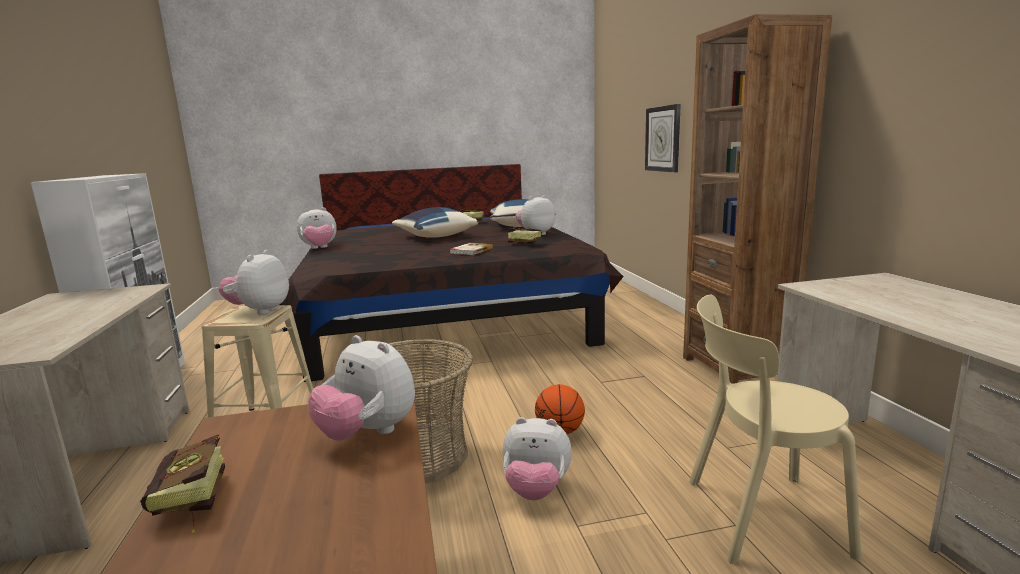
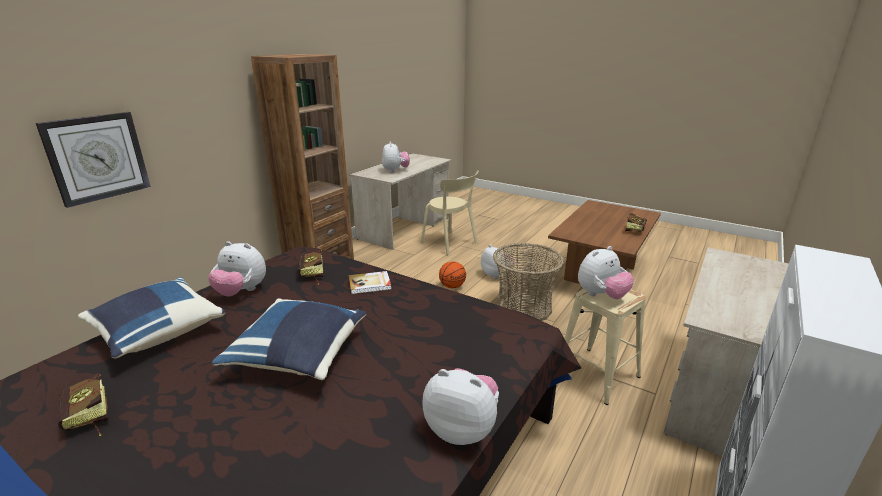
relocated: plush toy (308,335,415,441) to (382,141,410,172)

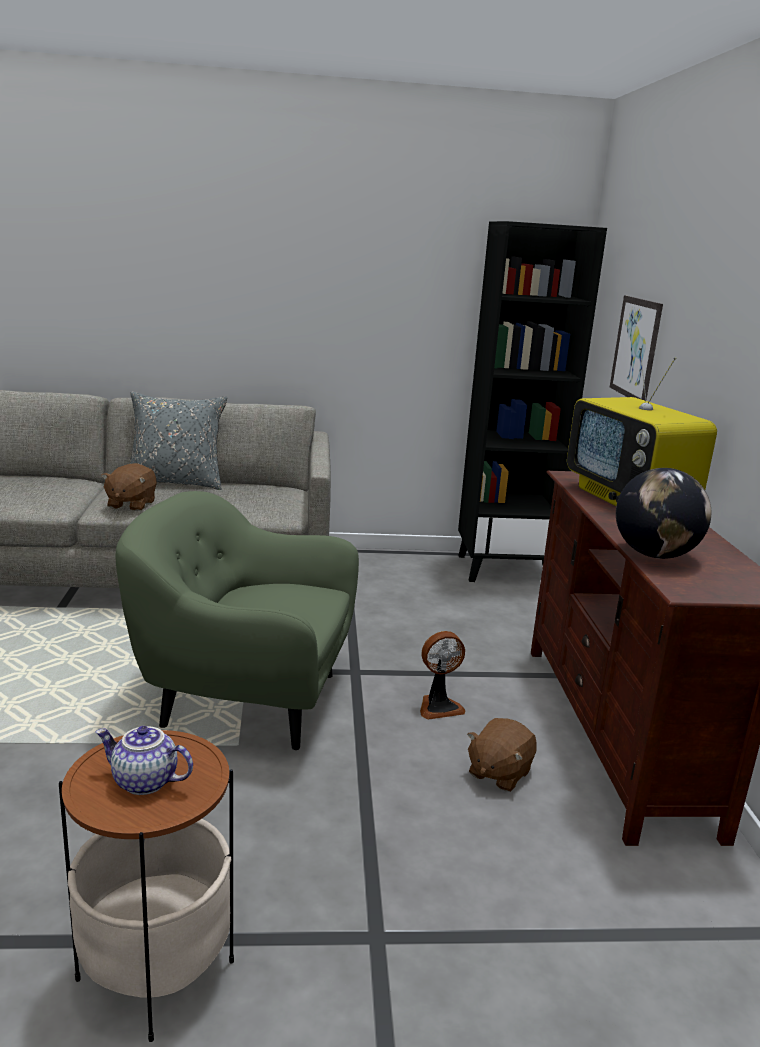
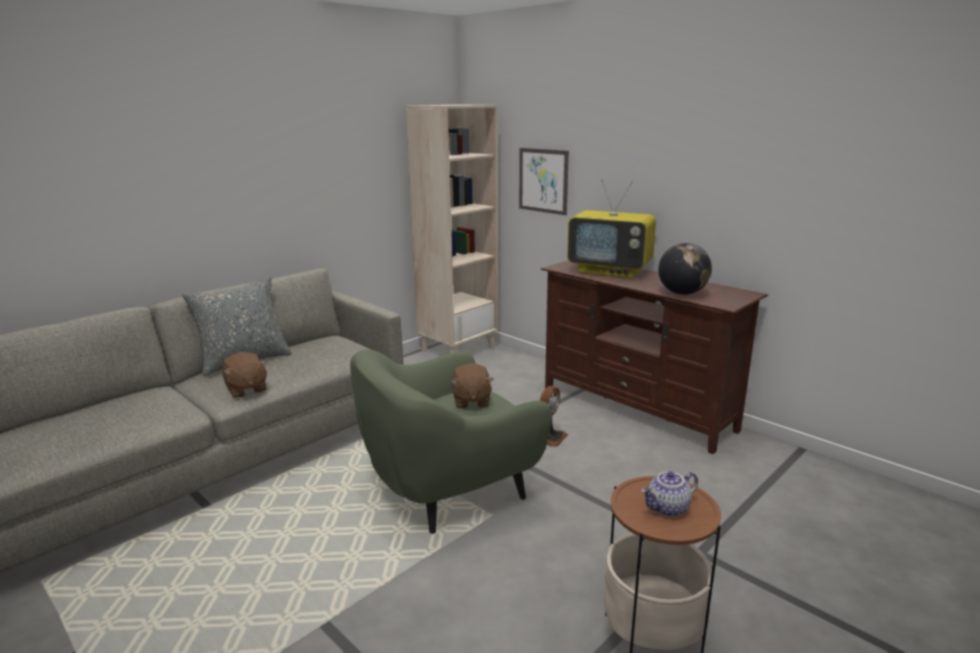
relocated: brown plush toy (467,718,537,792) to (450,363,494,409)
colour: black bookcase (458,221,607,582) to beige bookcase (405,105,498,353)

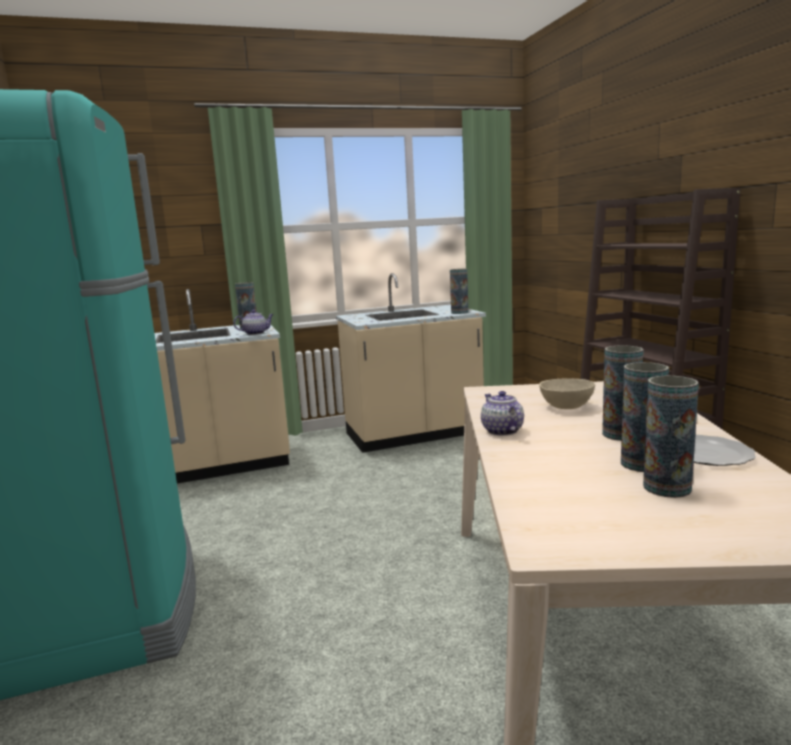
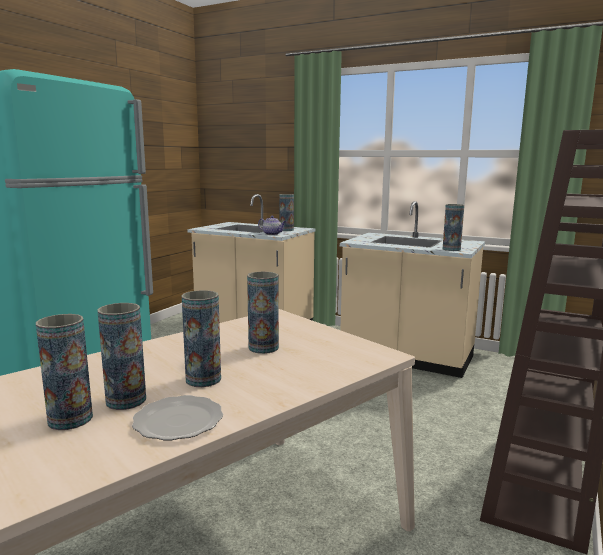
missing: teapot (481,391,524,436)
exchanged: beige bowl (539,378,595,409) to vase (247,272,279,354)

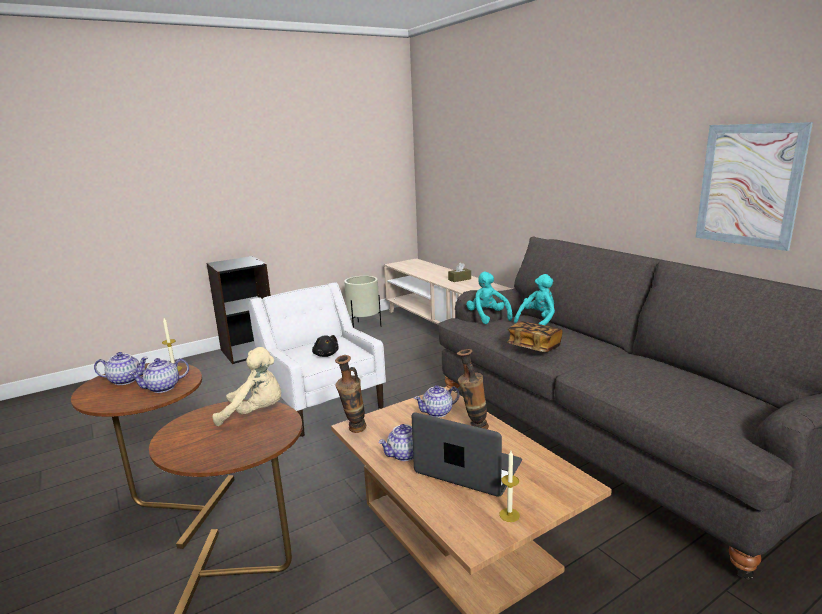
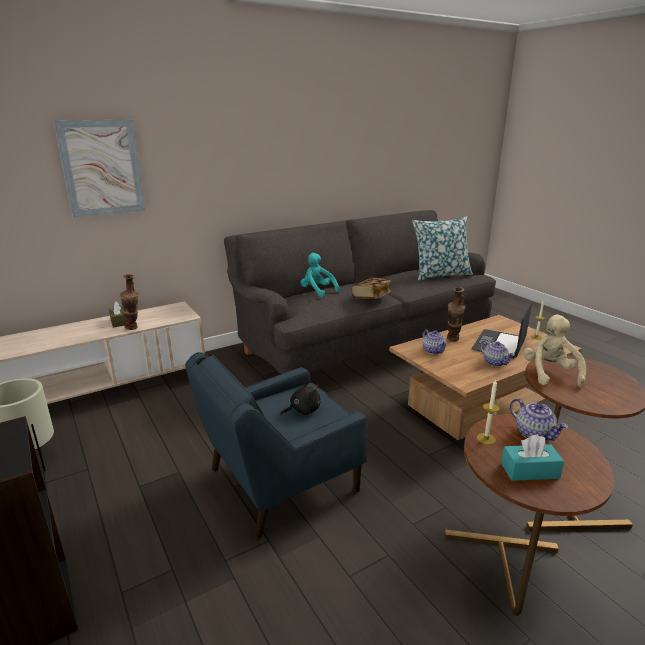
missing: turquoise plush toy (466,272,513,324)
appeared: pillow (412,216,473,280)
relocated: vase (335,355,366,433) to (120,274,139,330); picture (695,122,813,251) to (54,120,145,217)
exchanged: teapot (94,352,149,385) to turquoise tissue box (501,434,564,481)
colour: white armchair (248,282,386,437) to blue armchair (185,352,368,539)

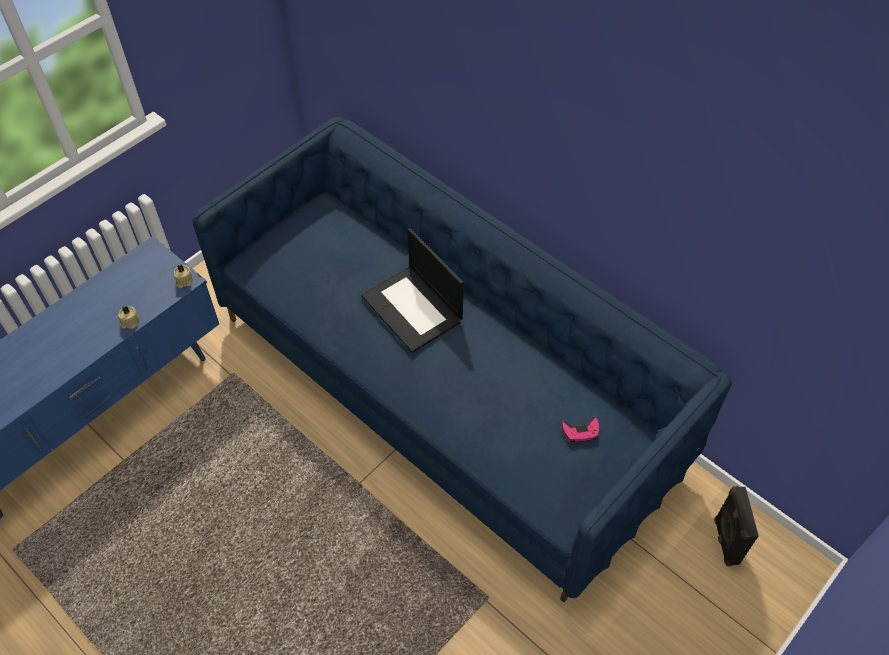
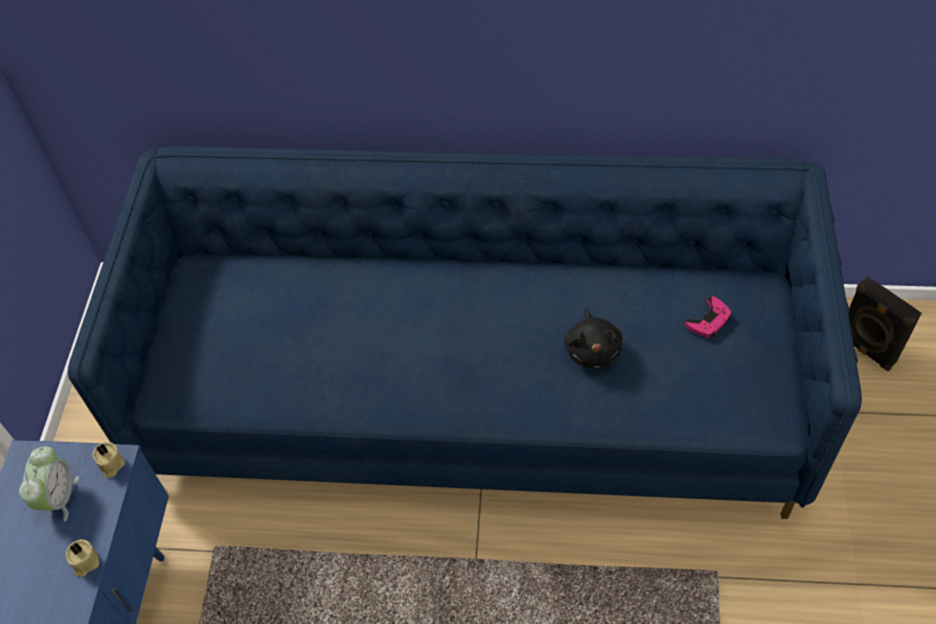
missing: laptop (361,228,464,353)
appeared: alarm clock (19,446,79,521); black plush toy (564,308,623,368)

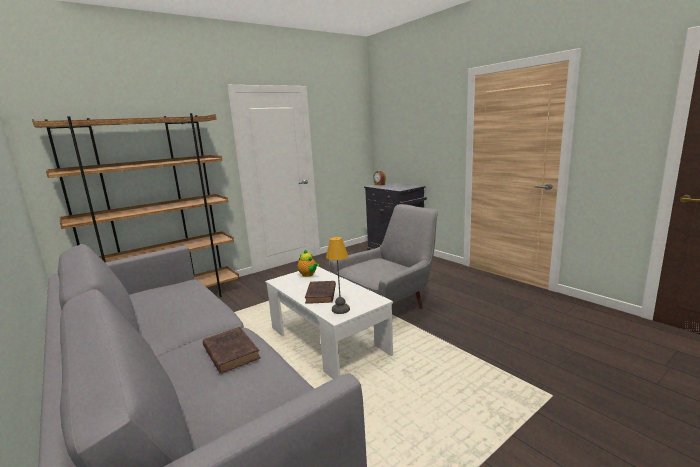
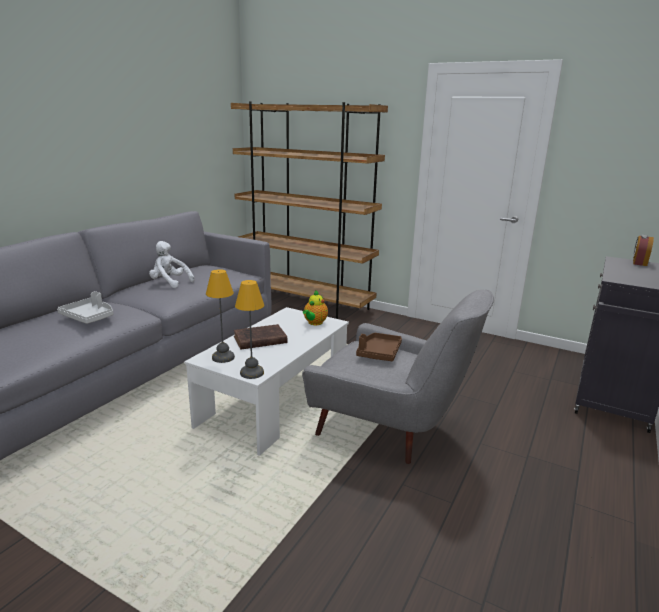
appeared: white plush toy (149,241,195,288); table lamp (235,280,265,379); brown tray (356,333,402,361)
exchanged: brown book (203,327,261,374) to grey tray (57,291,113,324)

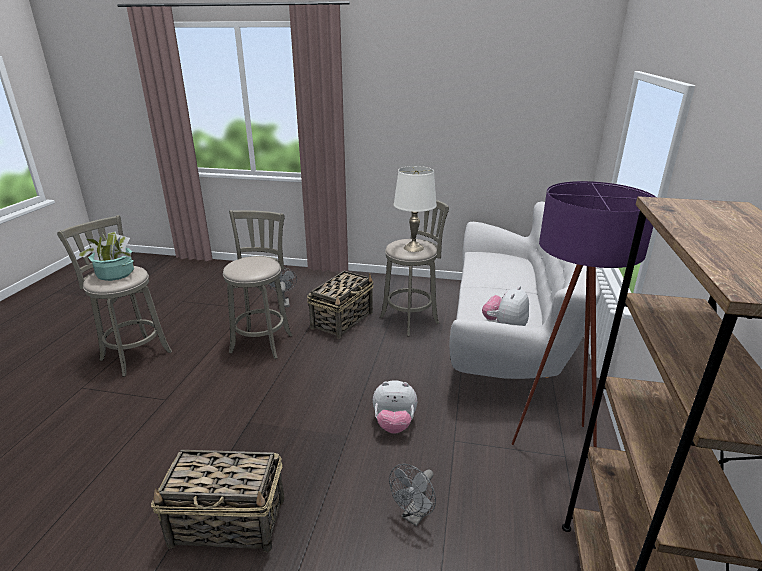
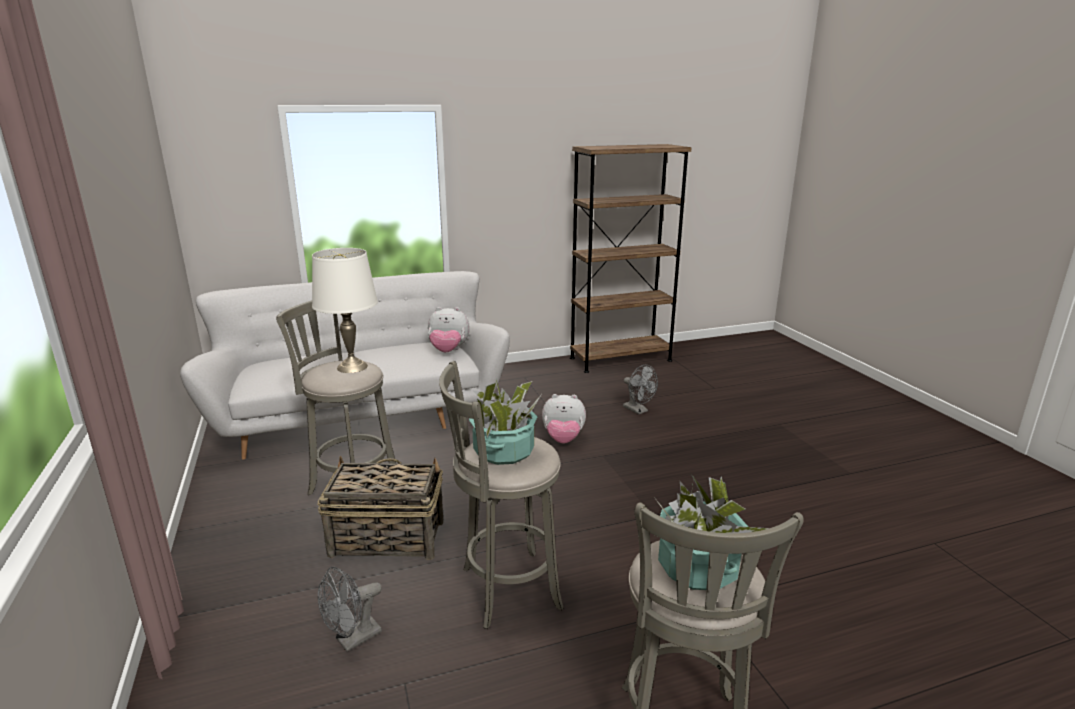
missing: basket (151,450,284,553); purple floor lamp (512,181,656,447)
appeared: potted plant (469,380,542,465)
spun: plush toy (373,380,417,434) = (542,394,586,444) 120 degrees clockwise; grey fan (389,464,436,527) = (623,365,658,415) 45 degrees clockwise

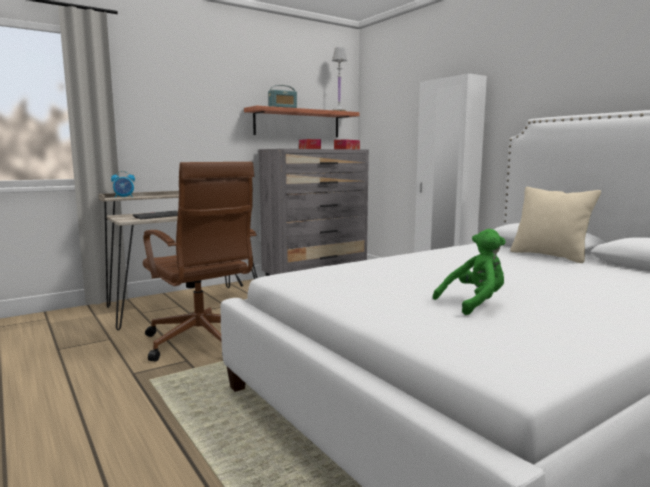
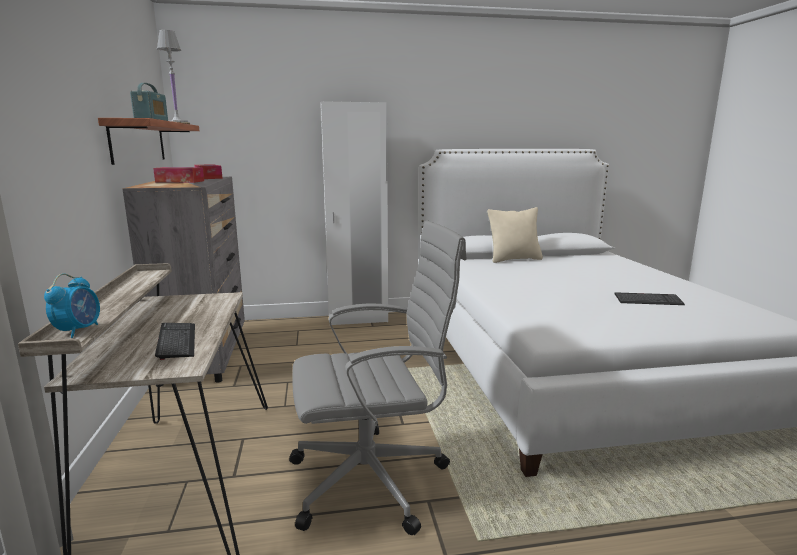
exchanged: green plush toy (433,229,506,315) to keyboard (614,292,685,305)
colour: brown office chair (143,162,256,362) to grey office chair (289,220,467,535)

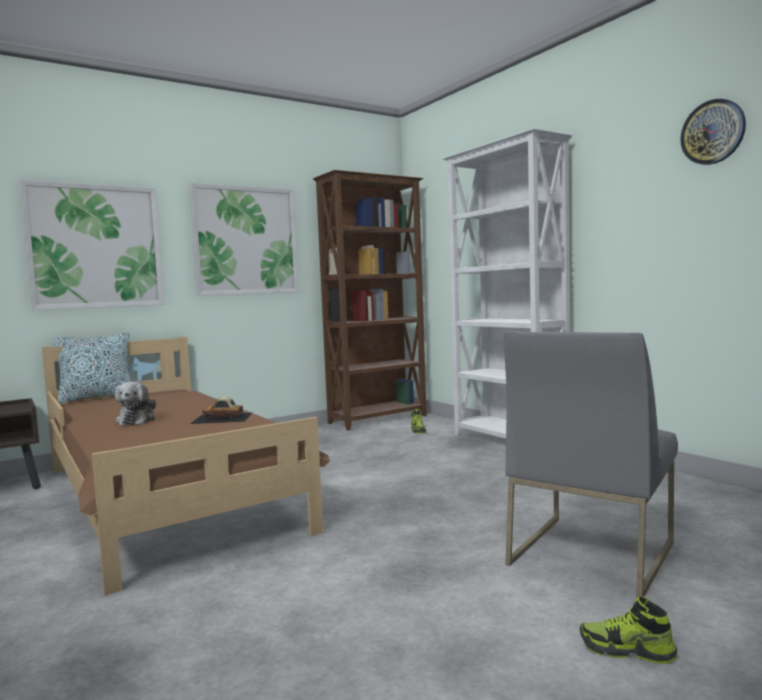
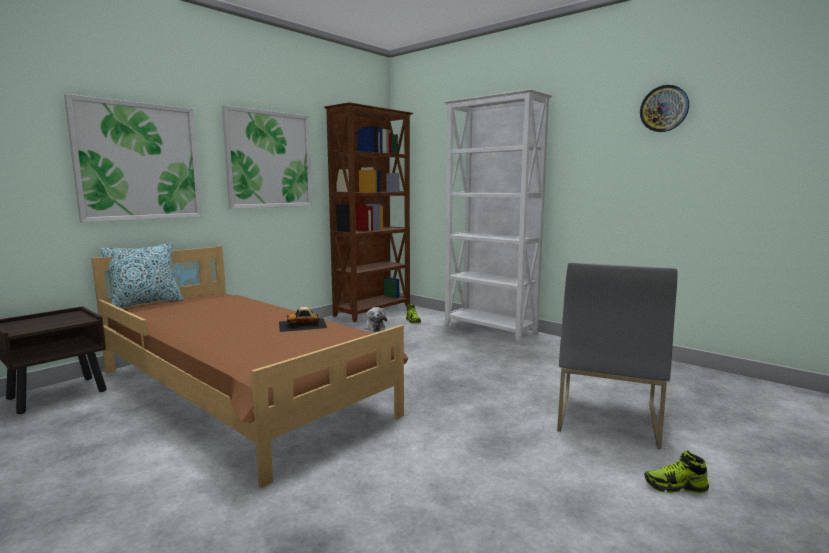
relocated: plush toy (115,382,156,425) to (364,307,387,332)

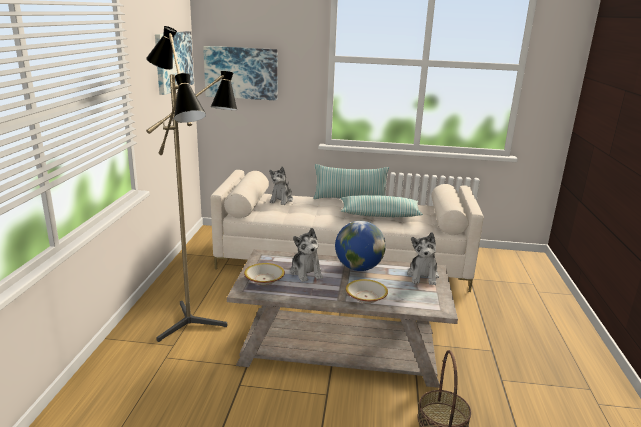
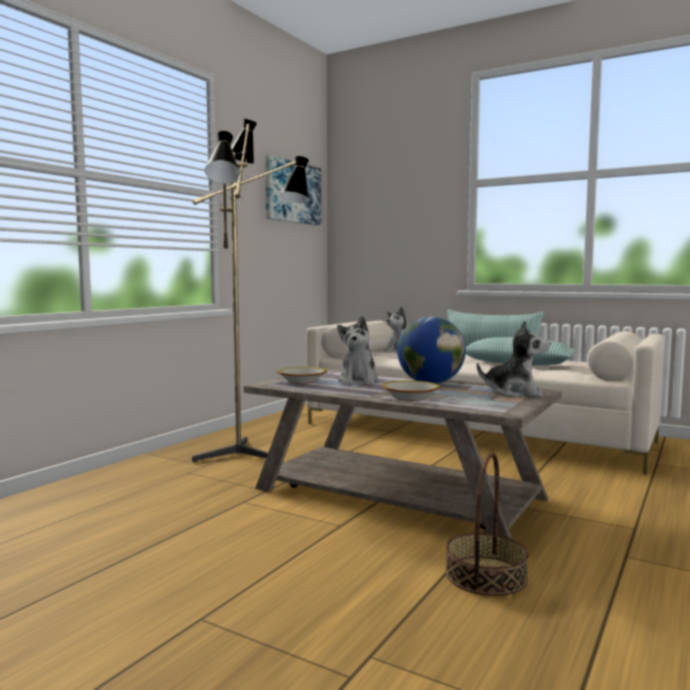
missing: picture (203,46,278,100)
spun: plush toy (407,232,439,285) = (477,320,550,397) 105 degrees counterclockwise

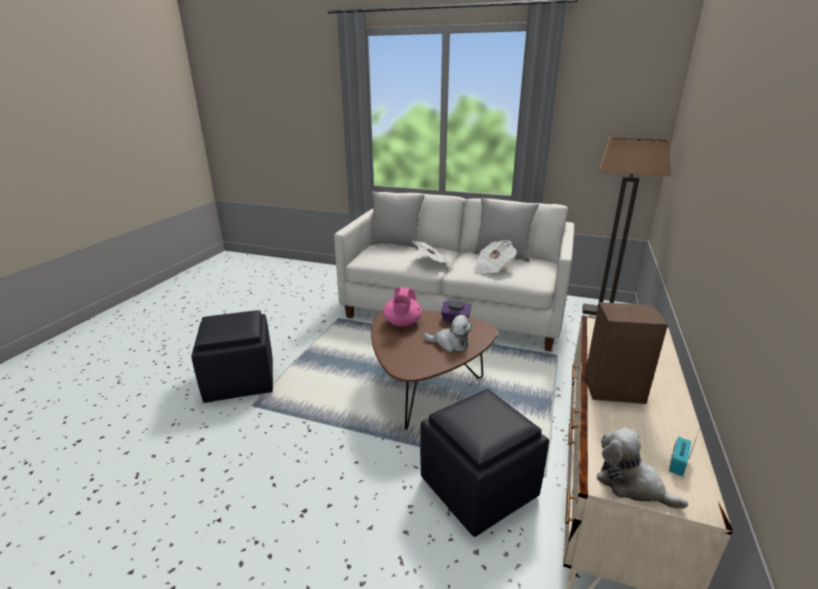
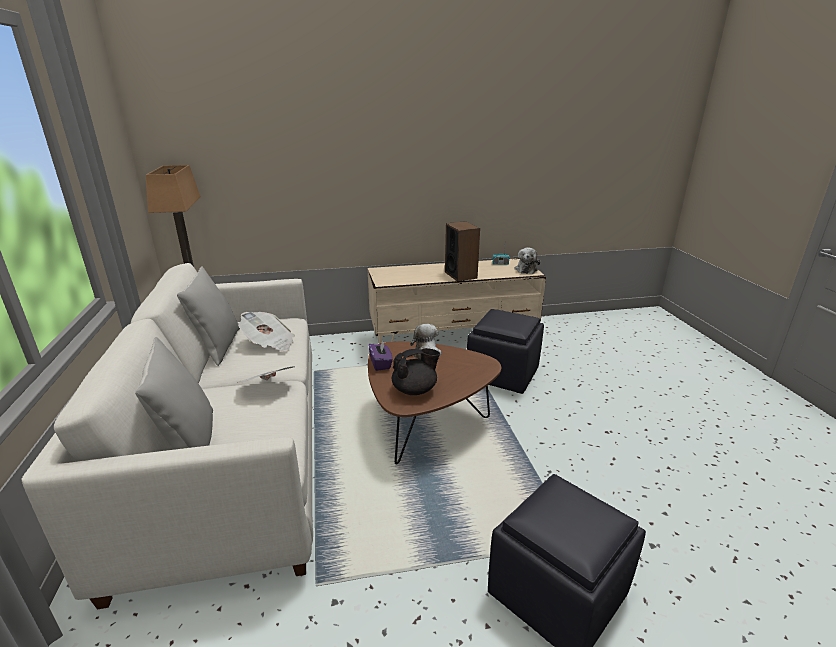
colour: pink teapot (383,287,422,327) to black teapot (392,348,440,395)

